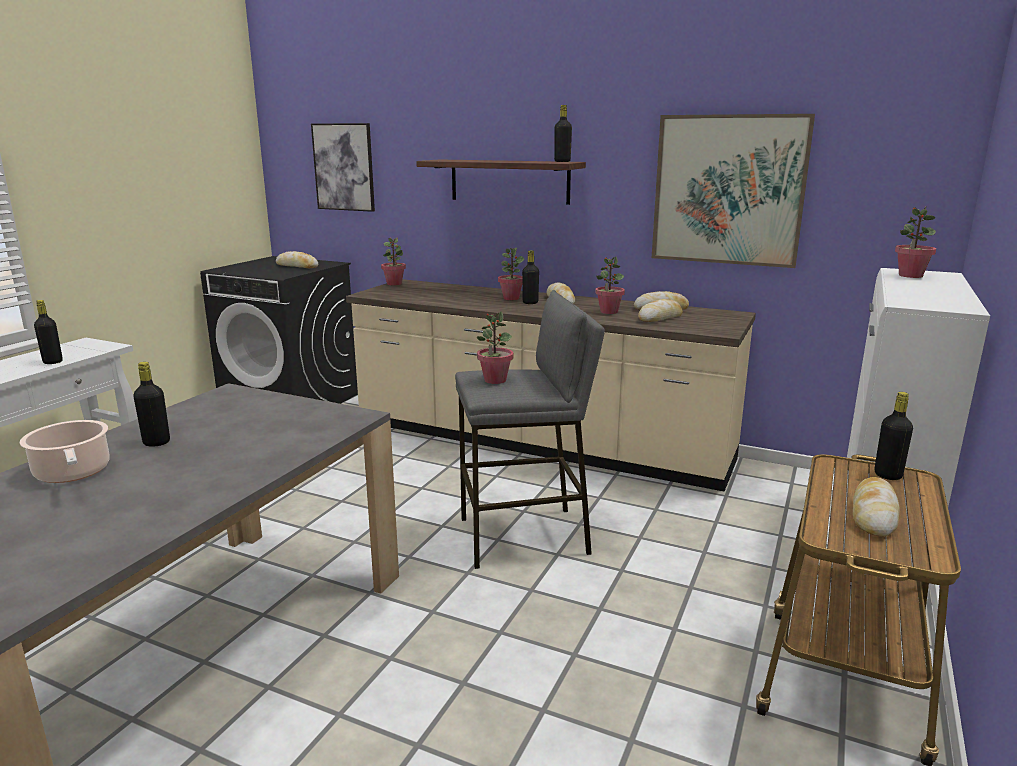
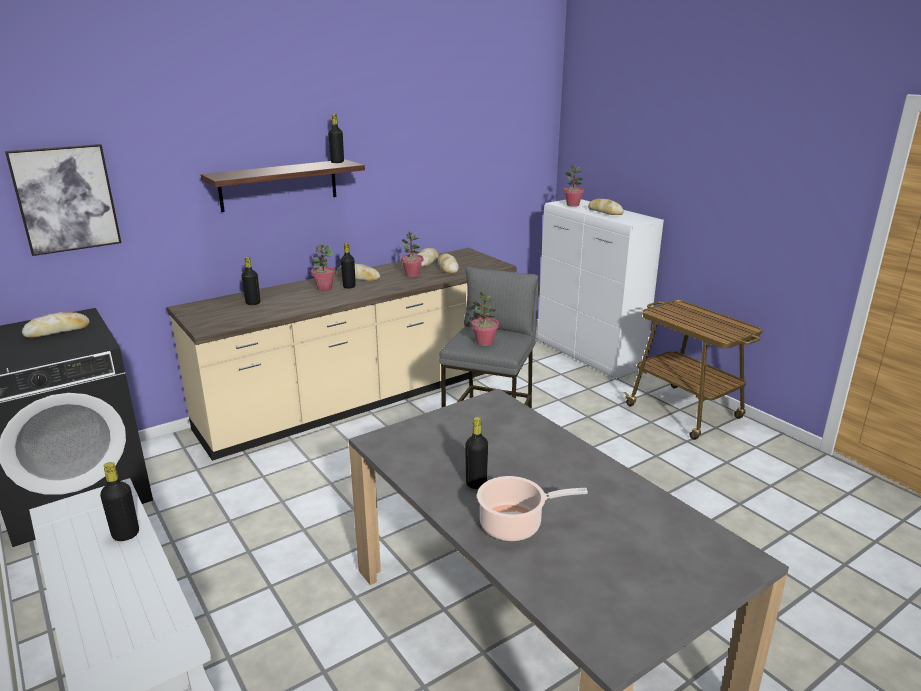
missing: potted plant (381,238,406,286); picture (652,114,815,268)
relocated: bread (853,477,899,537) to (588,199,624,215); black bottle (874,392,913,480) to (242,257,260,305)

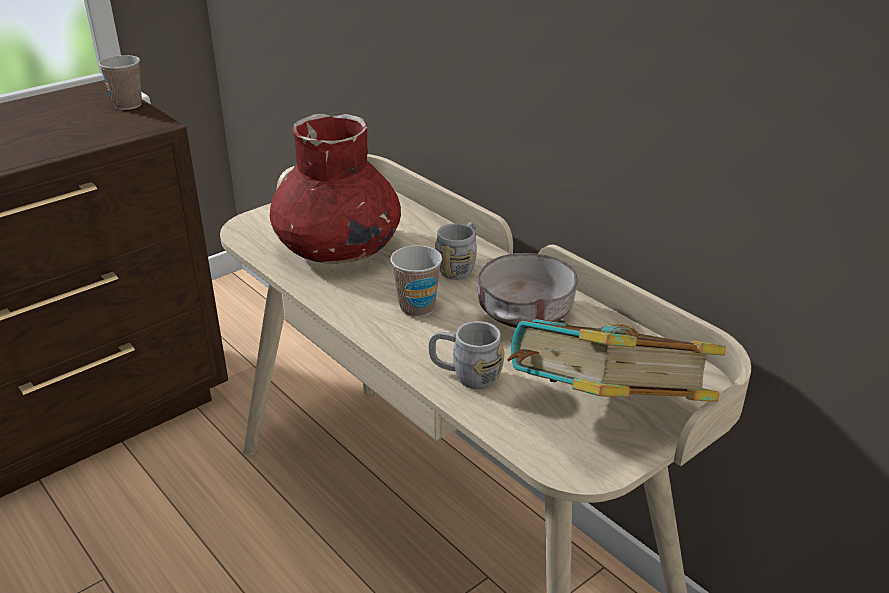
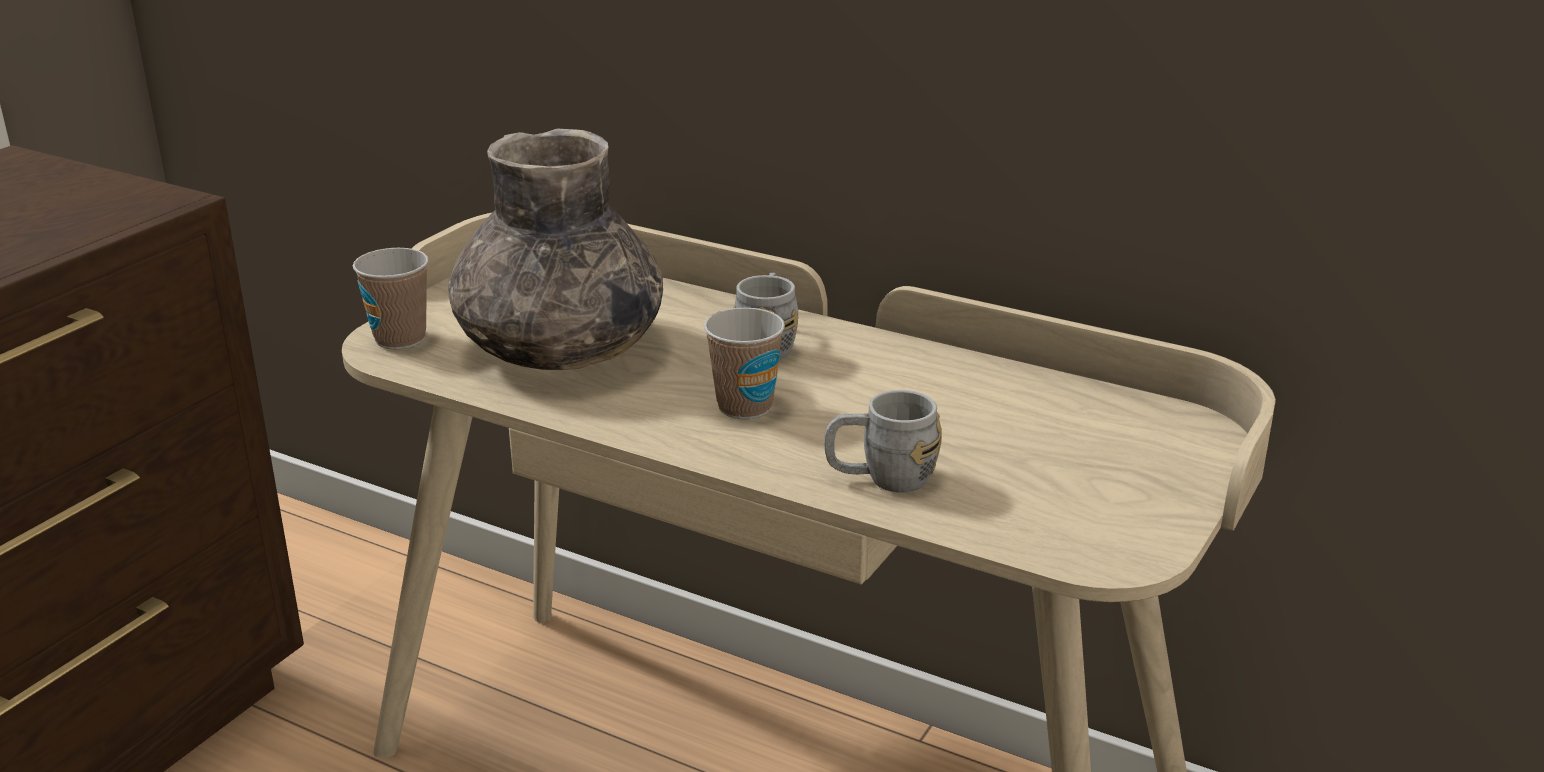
missing: grey bowl (477,253,578,328); book (507,319,726,402)
relocated: cup (99,55,142,110) to (353,248,429,350)
colour: red vase (270,114,401,264) to grey vase (449,129,663,370)

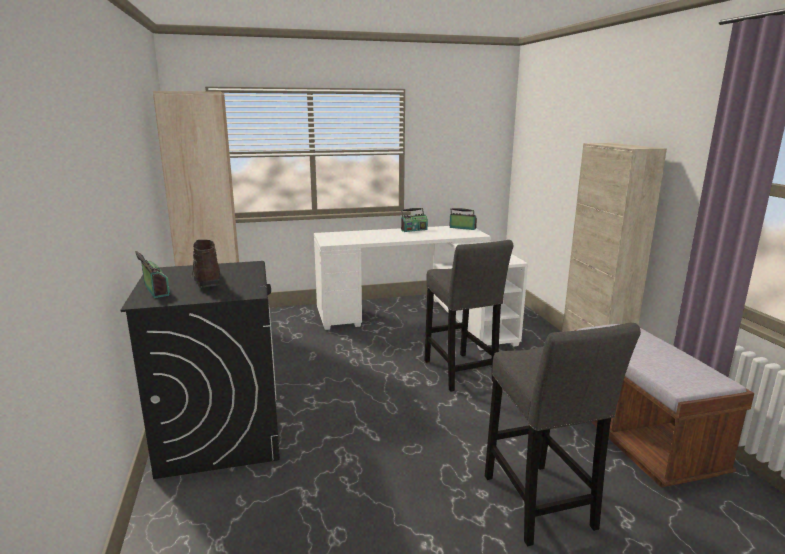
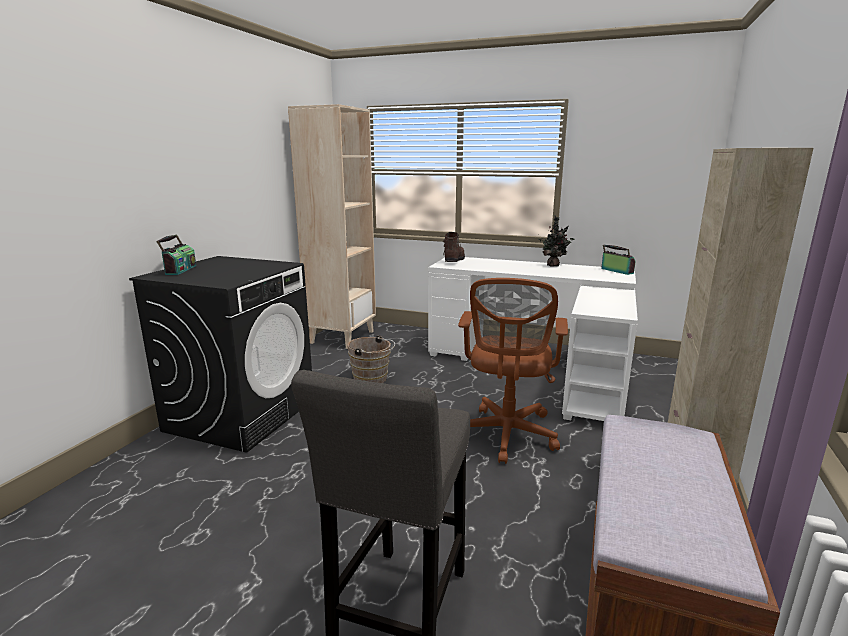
appeared: brown bucket (347,335,395,383)
relocated: brown boot (191,240,221,288) to (443,232,465,262)
exchanged: radio (401,208,428,232) to potted plant (538,215,575,266); grey stool (424,240,513,392) to brown office chair (458,278,568,464)

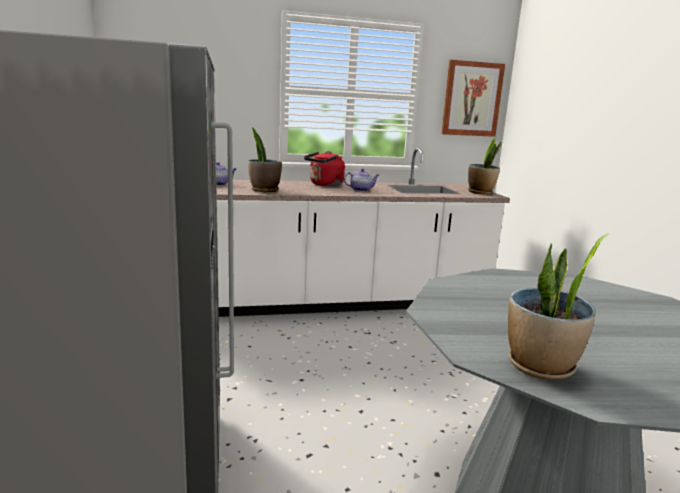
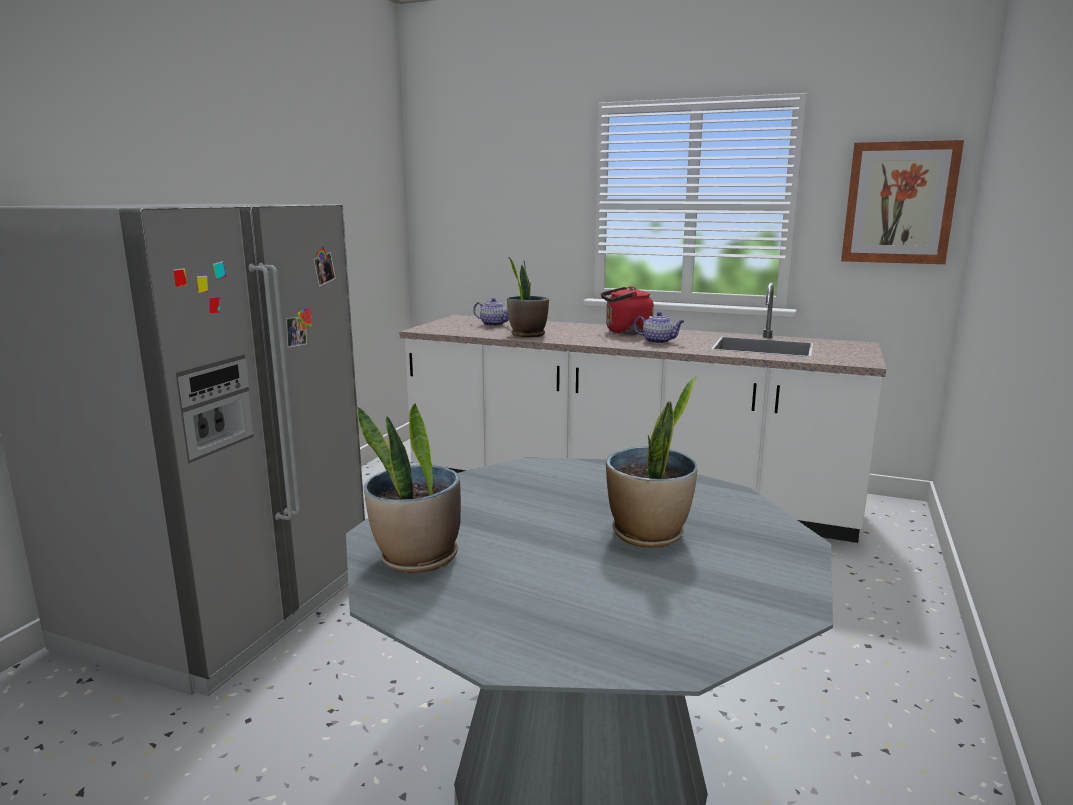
relocated: potted plant (468,137,502,194) to (606,377,697,548)

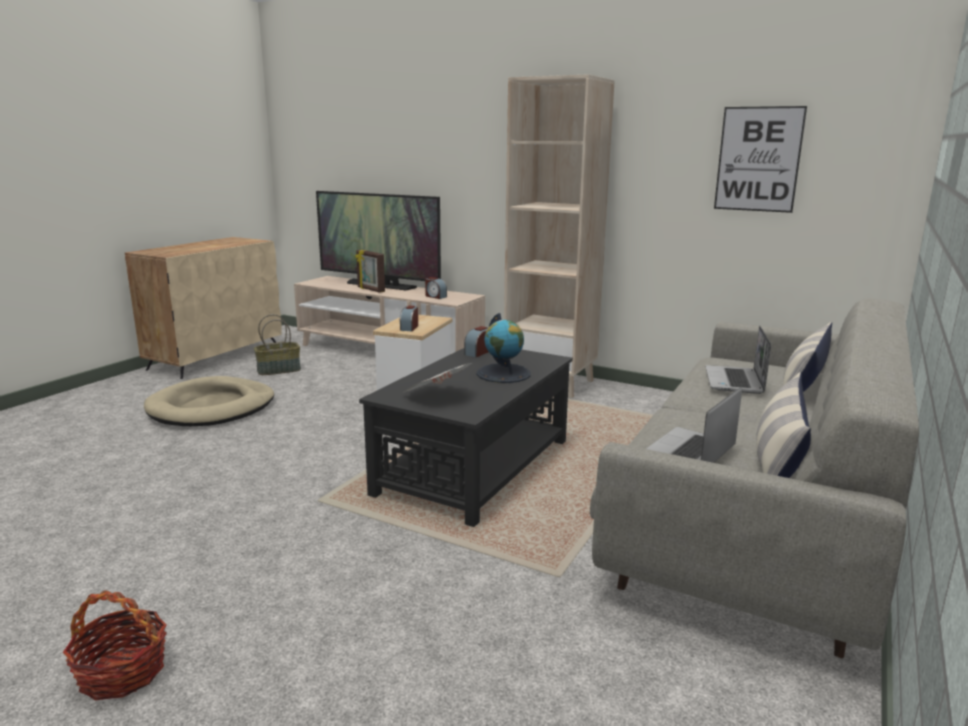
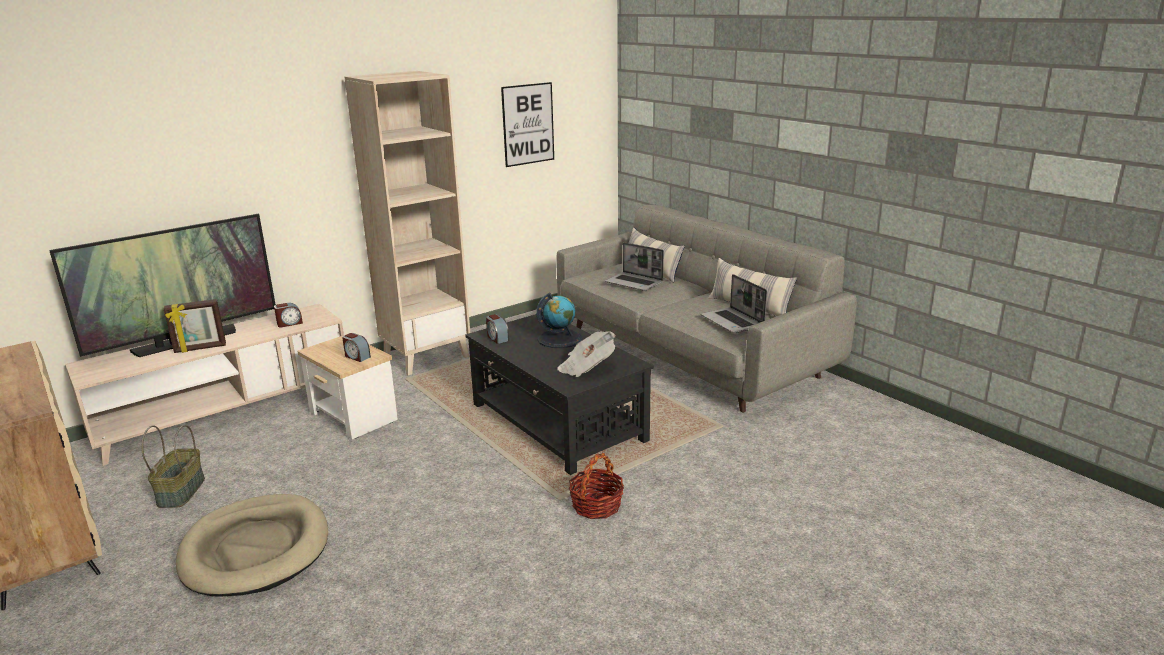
relocated: basket (63,590,167,701) to (569,453,624,519)

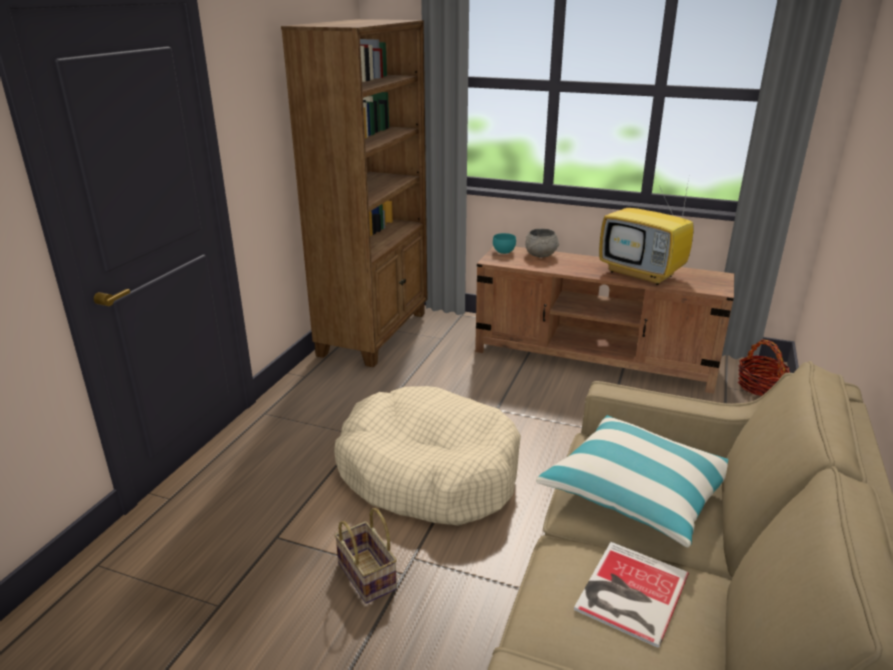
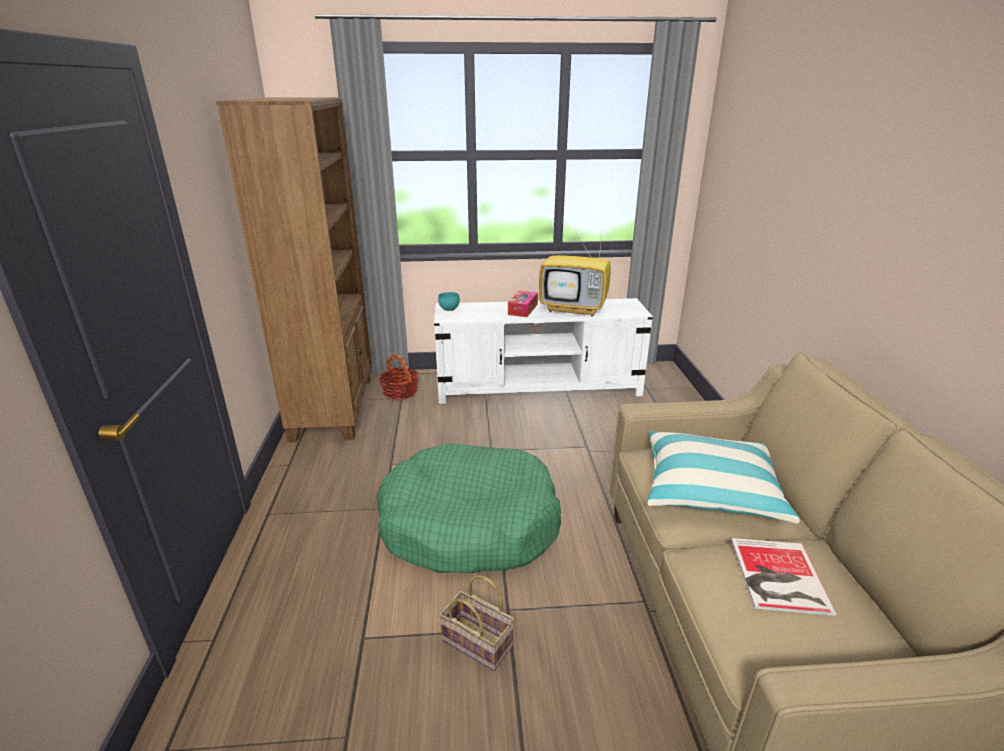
missing: grey bowl (525,229,559,258)
appeared: tissue box (508,291,538,317)
relocated: basket (738,339,790,396) to (379,354,418,400)
colour: beige dog bed (334,386,521,526) to green dog bed (376,443,561,573); brown tv stand (475,246,734,394) to white tv stand (434,298,653,404)

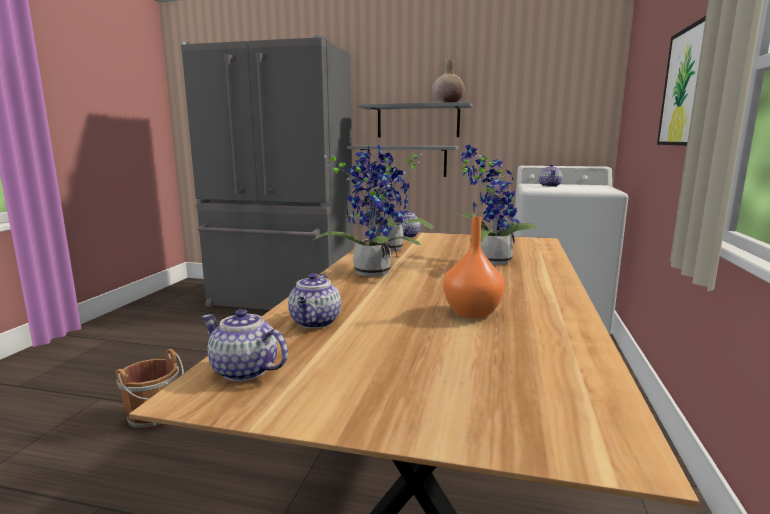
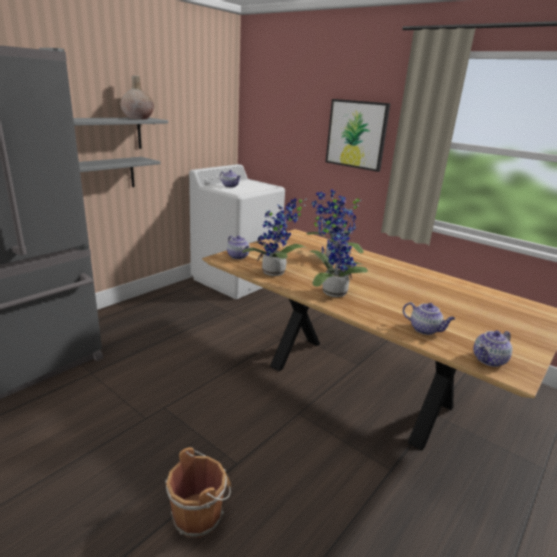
missing: orange vase (443,217,505,319)

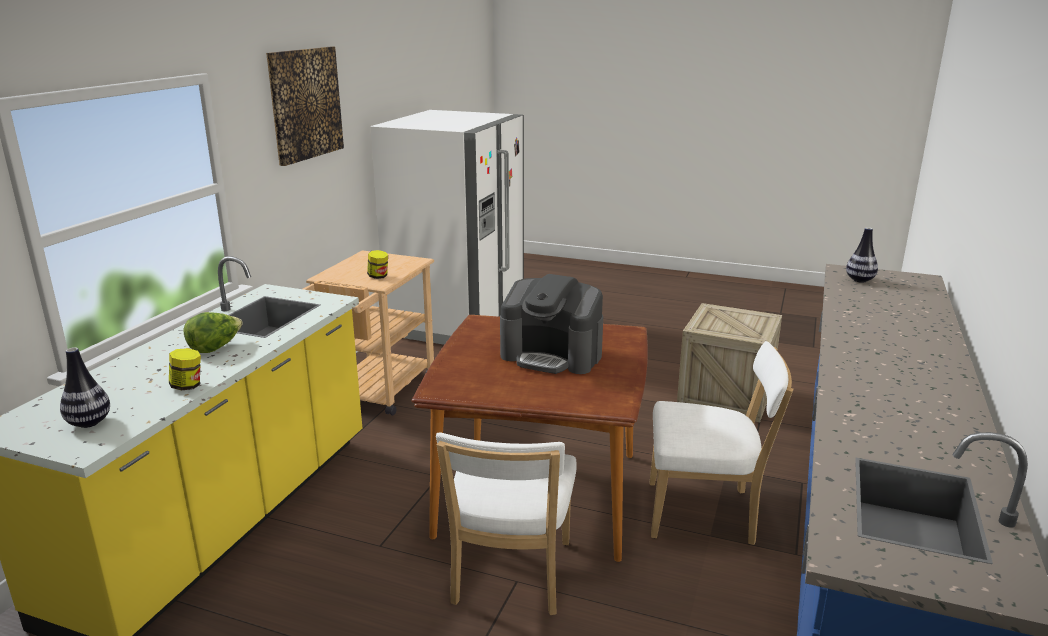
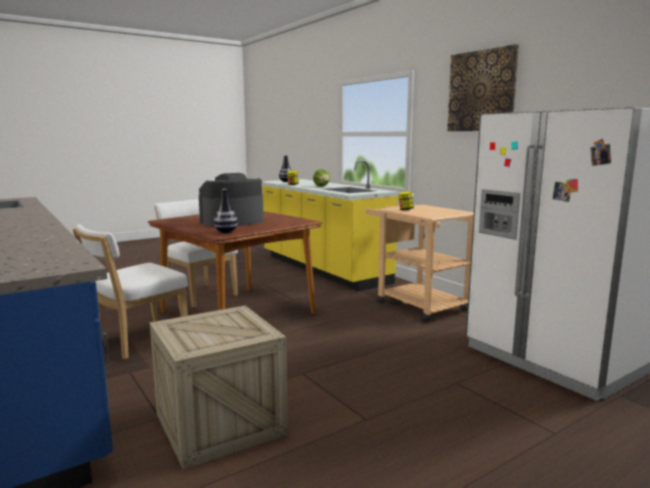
relocated: vase (846,227,878,283) to (214,189,238,233)

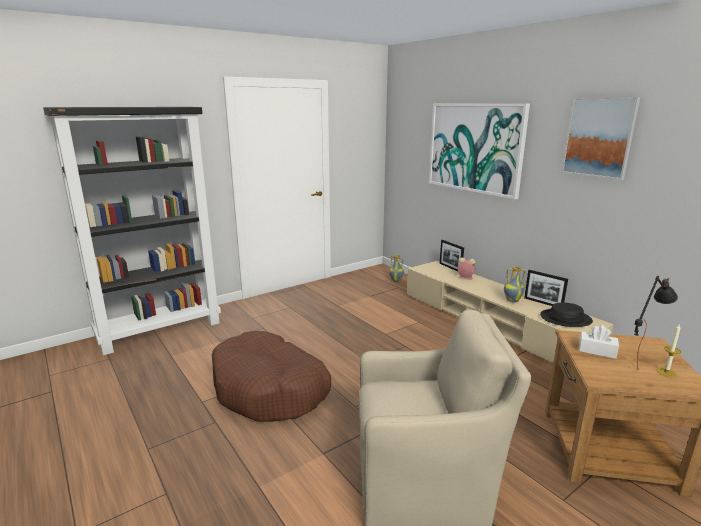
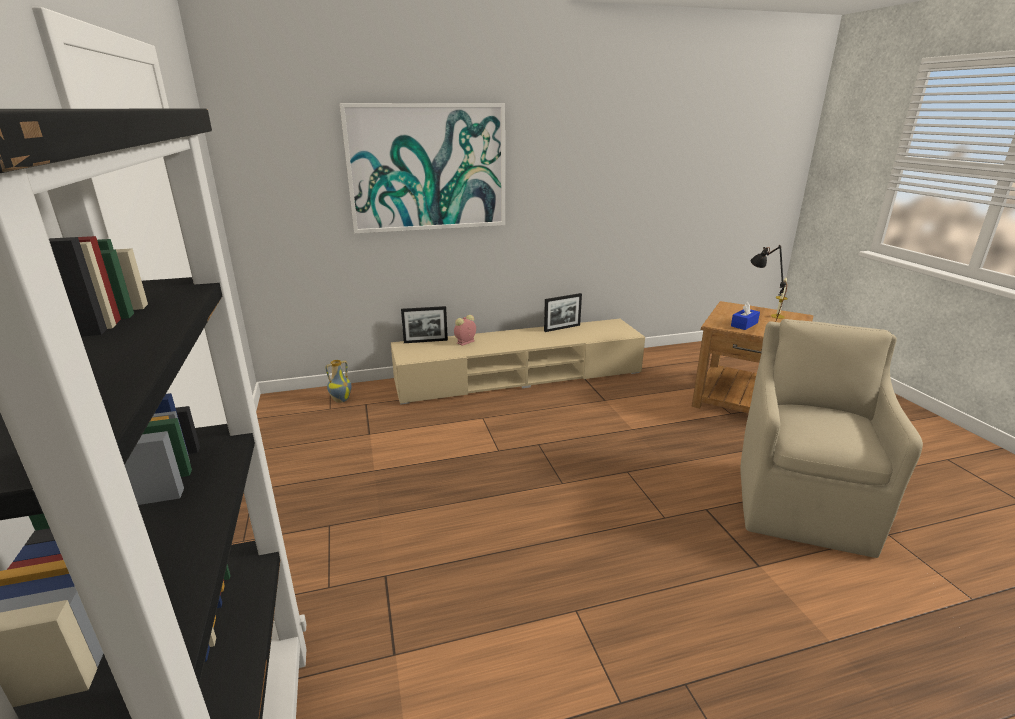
missing: brown dog bed (212,331,331,422); vase (504,267,526,302); black hat (540,303,593,327); picture (562,97,640,180)
colour: white tissue box (579,325,619,359) to blue tissue box (731,301,760,330)

